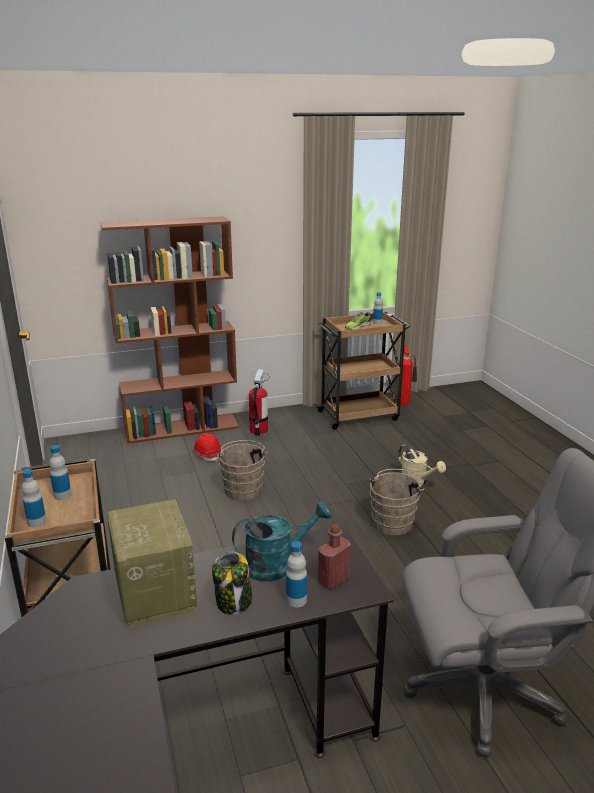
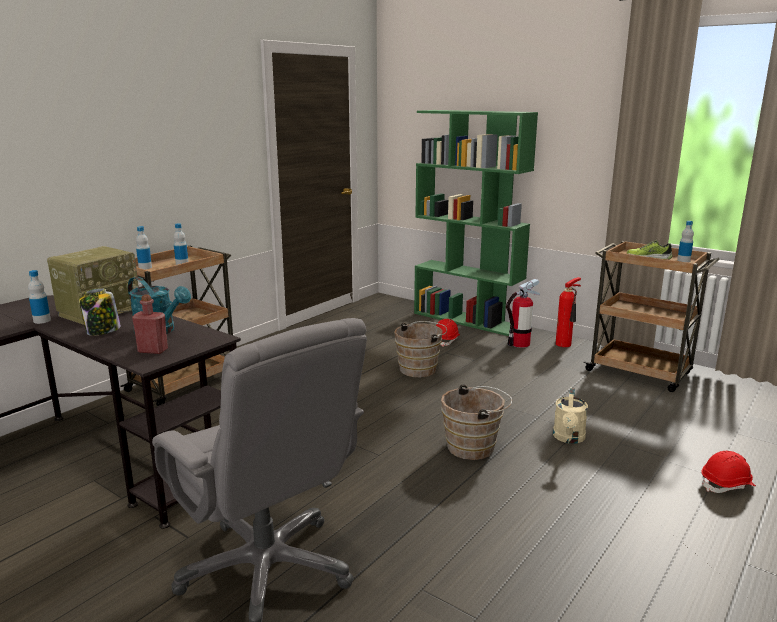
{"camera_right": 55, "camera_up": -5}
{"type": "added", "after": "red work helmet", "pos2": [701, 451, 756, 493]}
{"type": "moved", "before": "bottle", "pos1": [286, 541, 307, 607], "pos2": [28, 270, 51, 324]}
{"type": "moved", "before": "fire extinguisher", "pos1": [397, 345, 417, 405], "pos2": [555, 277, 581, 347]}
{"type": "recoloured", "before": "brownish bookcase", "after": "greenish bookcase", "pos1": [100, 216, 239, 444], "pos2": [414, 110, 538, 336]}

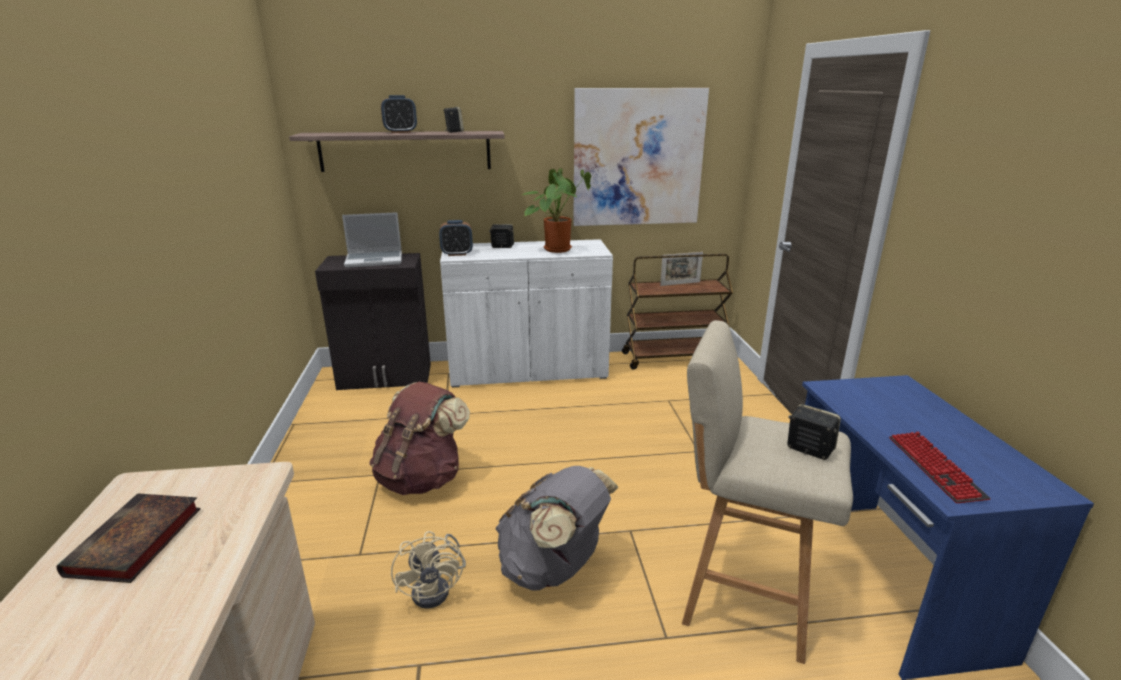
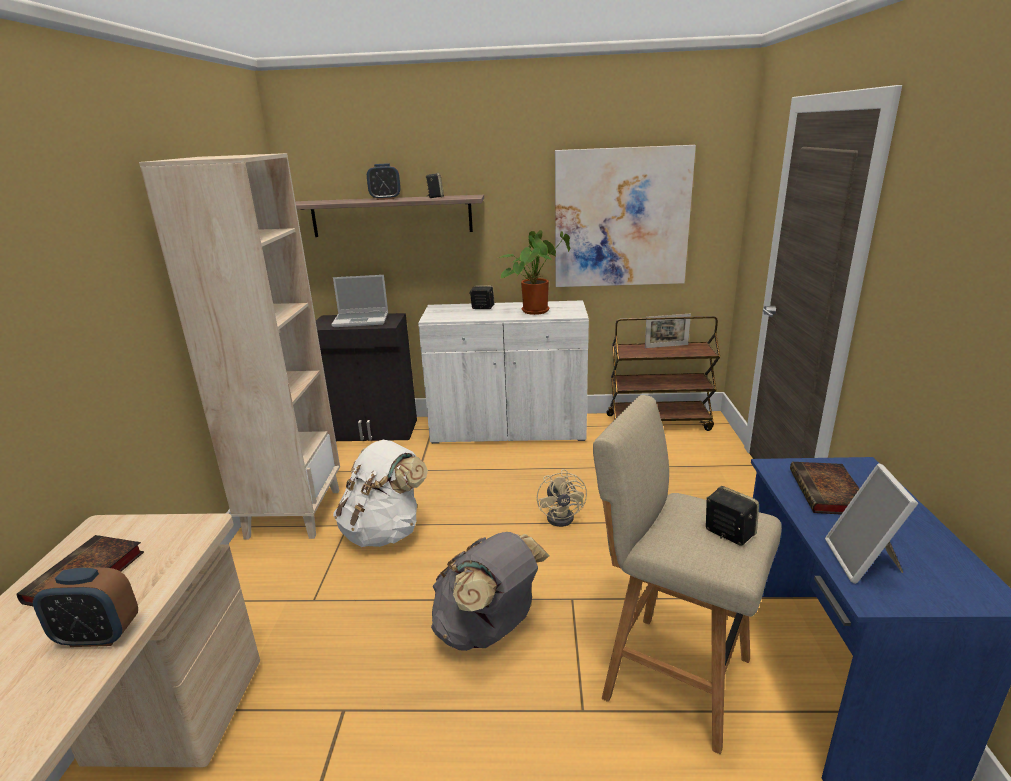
{"camera_right": 10, "camera_up": 0}
{"type": "added", "after": "beige bookcase", "pos2": [139, 153, 340, 540]}
{"type": "added", "after": "bound book", "pos2": [790, 462, 860, 514]}
{"type": "moved", "before": "beige cooling fan", "pos1": [391, 531, 466, 609], "pos2": [537, 469, 587, 527]}
{"type": "moved", "before": "bedside clock", "pos1": [439, 220, 473, 256], "pos2": [33, 567, 138, 647]}
{"type": "replaced", "before": "PC keyboard", "after": "photo frame", "pos1": [889, 432, 991, 503], "pos2": [825, 464, 918, 584]}
{"type": "recoloured", "before": "brownish knapsack", "after": "whitish knapsack", "pos1": [369, 382, 470, 495], "pos2": [333, 440, 428, 547]}

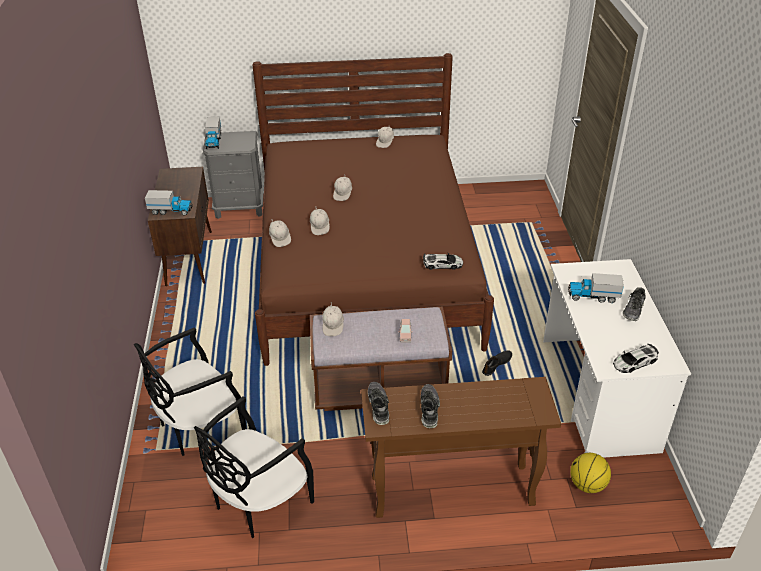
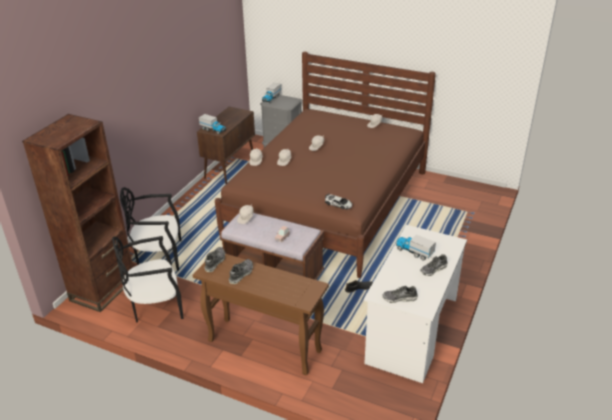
{"camera_right": 30, "camera_up": -5}
{"type": "removed", "before": "ball for basketball", "pos1": [570, 453, 611, 493]}
{"type": "added", "after": "brownish bookcase", "pos2": [22, 114, 133, 312]}
{"type": "replaced", "before": "model car", "after": "item of footwear", "pos1": [613, 344, 659, 373], "pos2": [382, 286, 418, 303]}

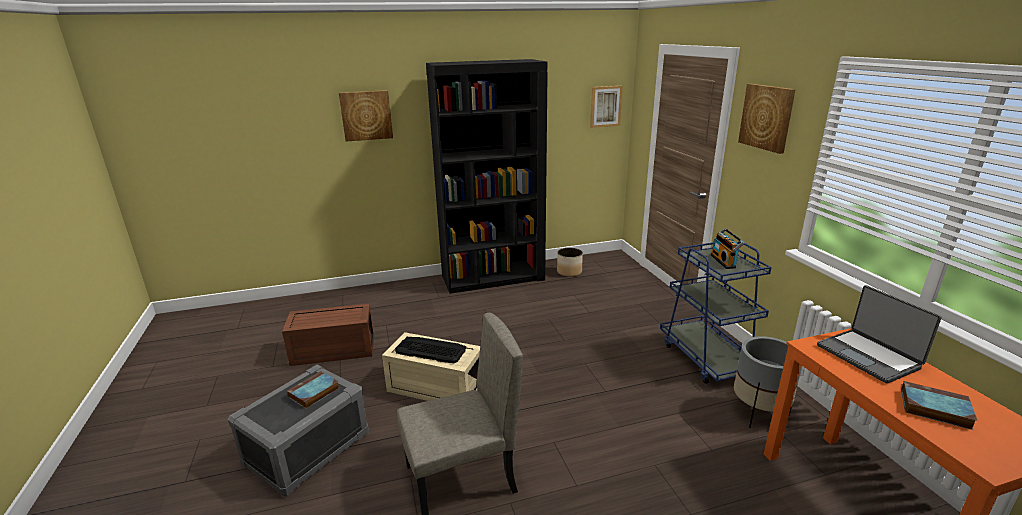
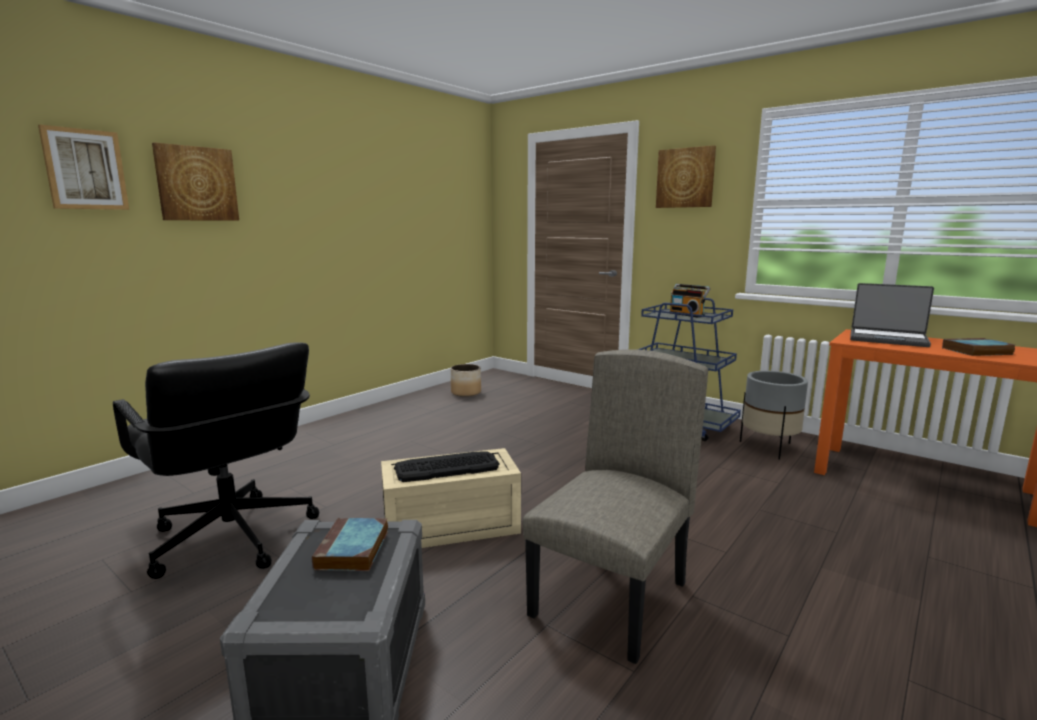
{"camera_right": -35, "camera_up": -10}
{"type": "removed", "before": "black-coloured bookcase", "pos1": [426, 59, 548, 294]}
{"type": "moved", "before": "wall art", "pos1": [590, 86, 623, 128], "pos2": [38, 124, 129, 210]}
{"type": "replaced", "before": "brownish storage container", "after": "black-coloured office chair", "pos1": [282, 303, 374, 366], "pos2": [113, 342, 319, 579]}

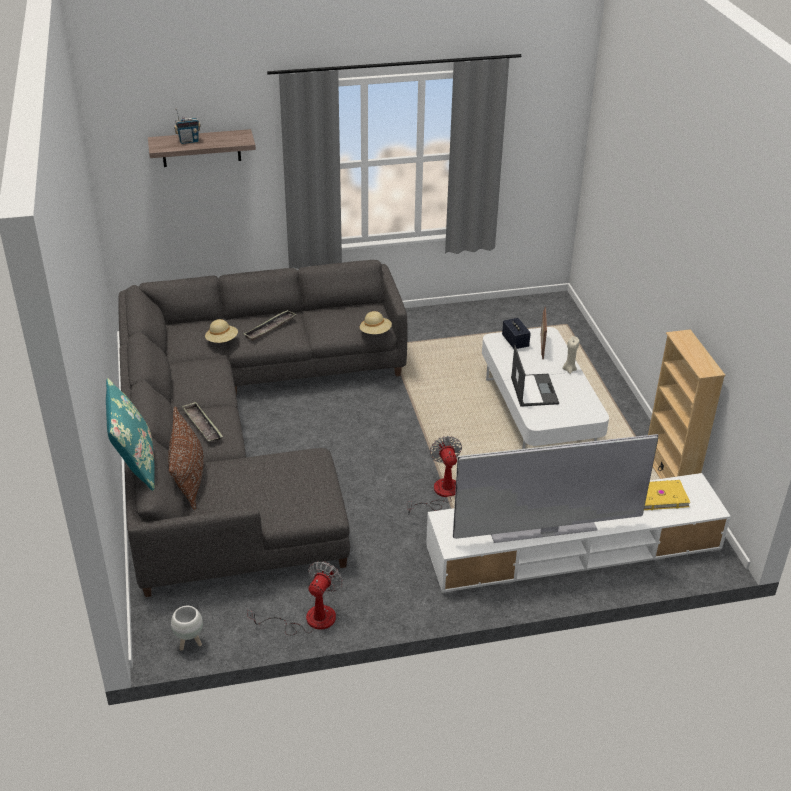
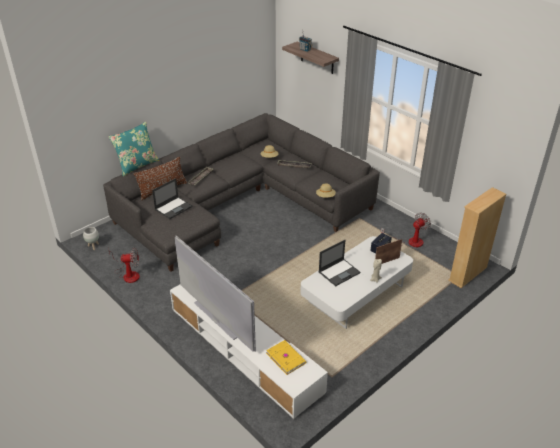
{"camera_right": 60, "camera_up": 0}
{"type": "added", "after": "portable computer", "pos2": [152, 178, 193, 219]}
{"type": "moved", "before": "cooling fan", "pos1": [407, 436, 462, 515], "pos2": [381, 213, 431, 247]}
{"type": "moved", "before": "beige bookcase", "pos1": [648, 329, 725, 479], "pos2": [448, 187, 507, 288]}

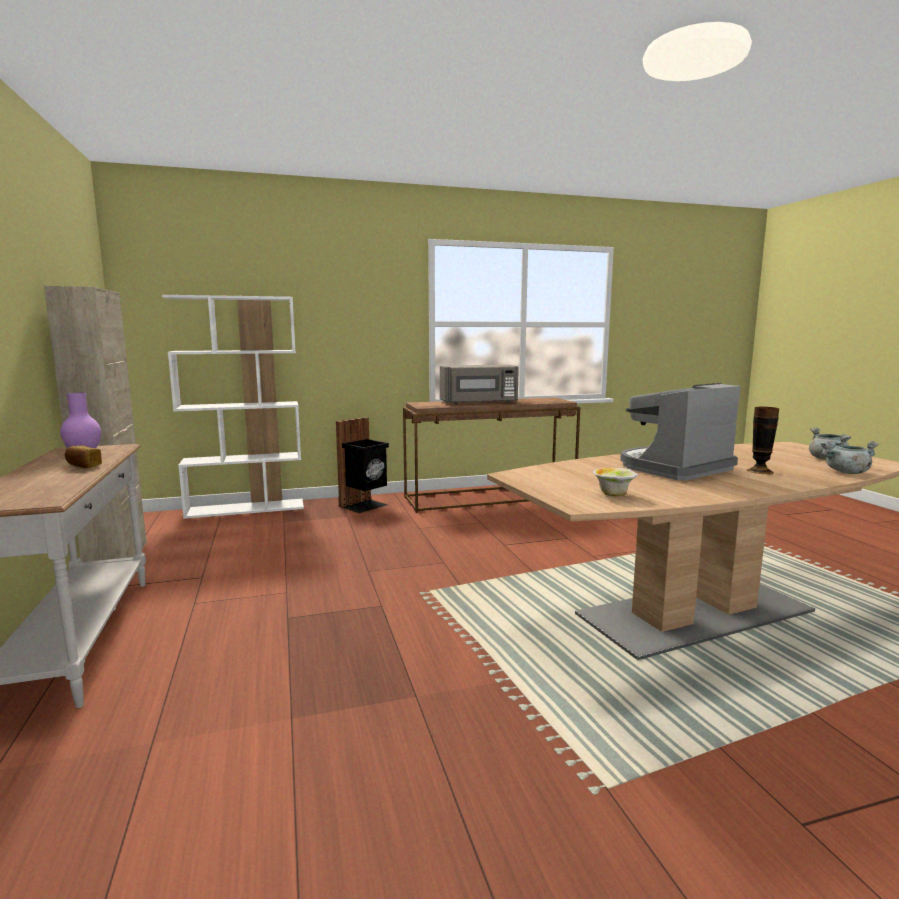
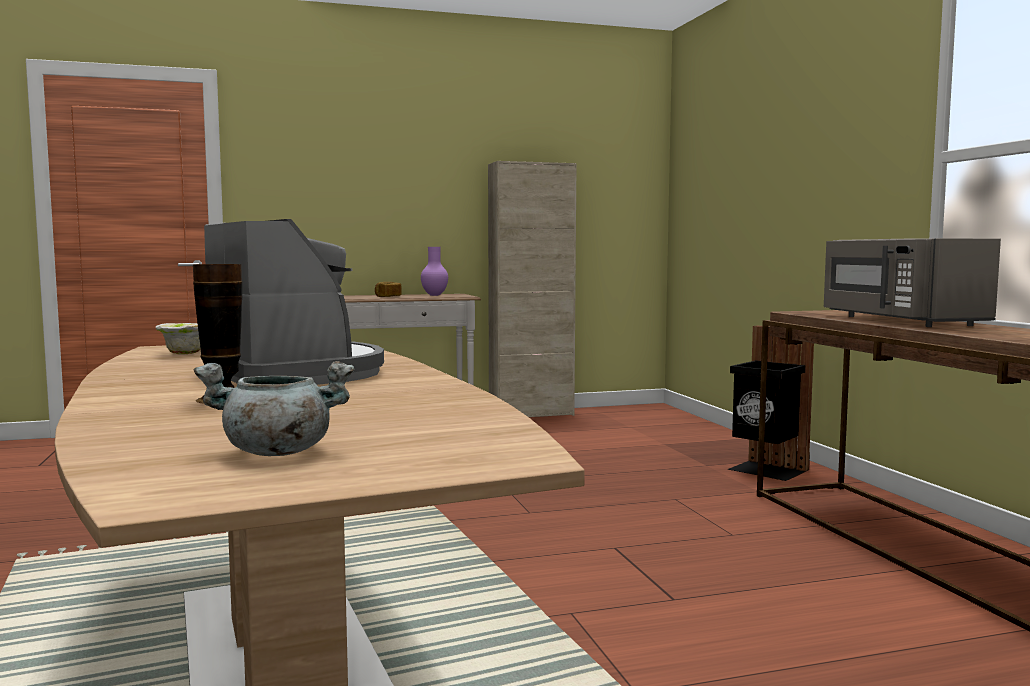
{"camera_right": 90, "camera_up": -5}
{"type": "removed", "before": "whitish bookcase", "pos1": [162, 295, 304, 519]}
{"type": "removed", "before": "grey stockpot", "pos1": [820, 441, 879, 474]}

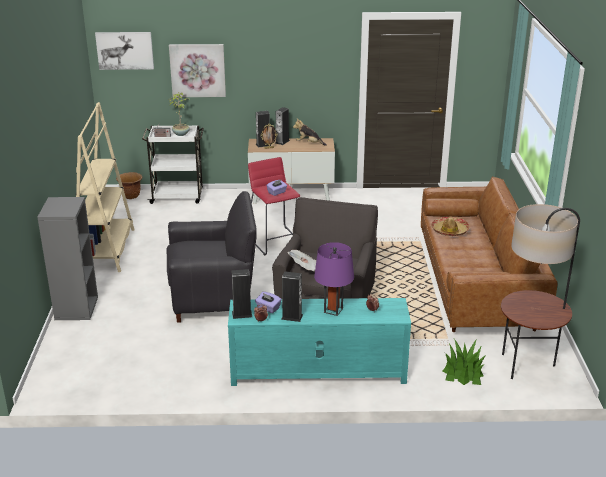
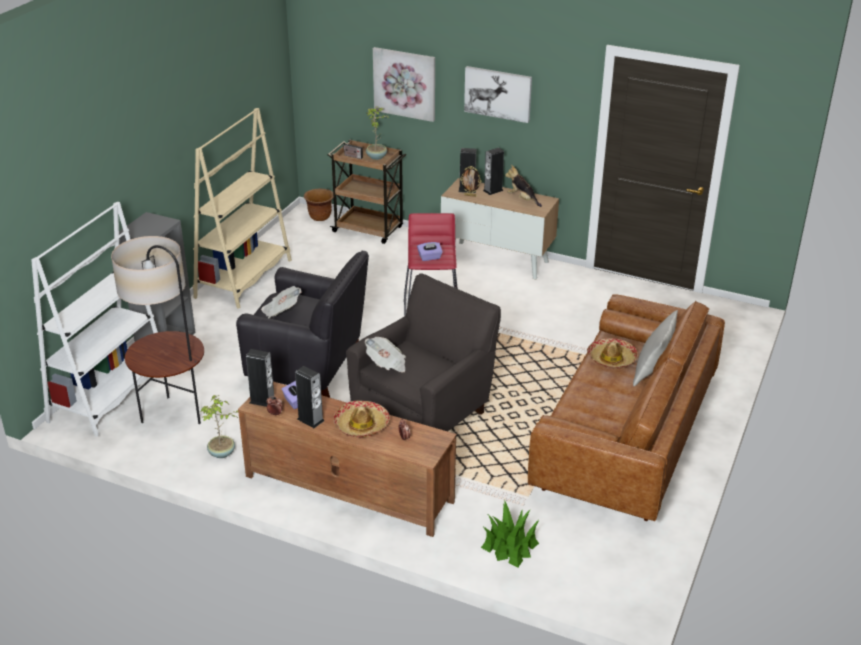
{"camera_right": 25, "camera_up": 5}
{"type": "added", "after": "whitish bookcase", "pos2": [31, 202, 158, 437]}
{"type": "added", "after": "potted plant", "pos2": [201, 395, 239, 458]}
{"type": "added", "after": "daily paper", "pos2": [261, 286, 301, 318]}
{"type": "added", "after": "grey cushion", "pos2": [633, 310, 678, 387]}
{"type": "moved", "before": "wall art", "pos1": [95, 32, 154, 70], "pos2": [464, 66, 532, 123]}
{"type": "moved", "before": "standing lamp", "pos1": [501, 204, 580, 379], "pos2": [111, 236, 204, 424]}
{"type": "replaced", "before": "purple tabletop lamp", "after": "clothing hat", "pos1": [314, 242, 354, 316], "pos2": [333, 400, 390, 438]}
{"type": "recoloured", "before": "whitish cart", "after": "brownish cart", "pos1": [142, 125, 204, 204], "pos2": [328, 139, 406, 244]}
{"type": "recoloured", "before": "blue-green media console", "after": "brownish media console", "pos1": [228, 298, 411, 386], "pos2": [238, 382, 457, 537]}

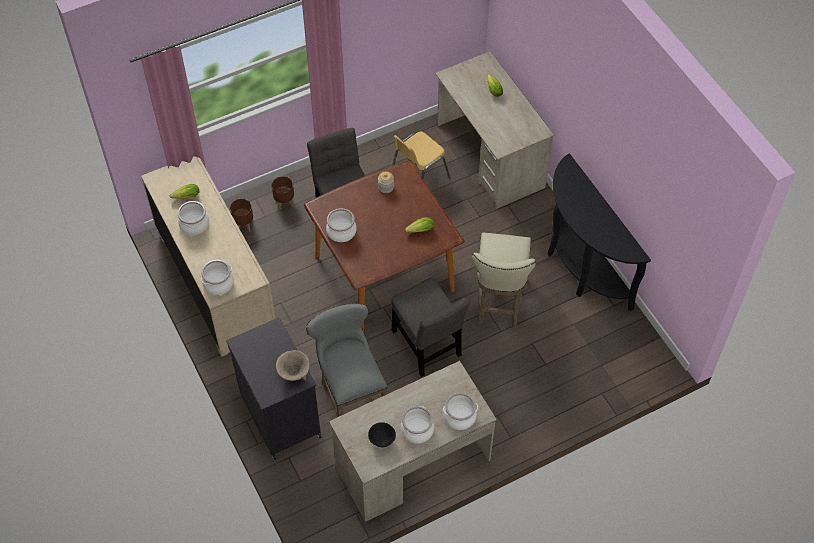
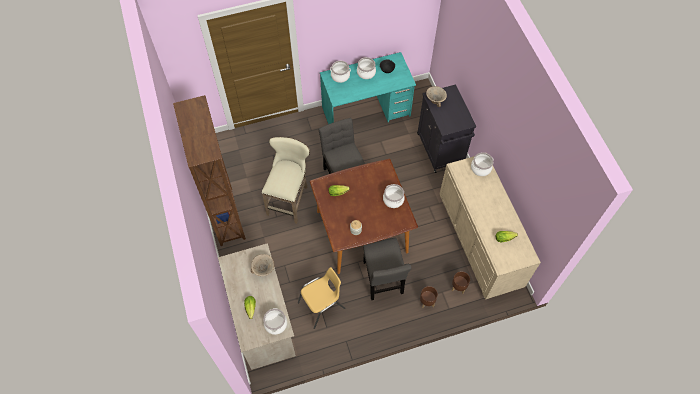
{"camera_right": -170, "camera_up": 5}
{"type": "removed", "before": "grey stool seat", "pos1": [306, 304, 387, 417]}
{"type": "added", "after": "beige serving bowl", "pos2": [251, 254, 274, 276]}
{"type": "moved", "before": "stockpot", "pos1": [178, 201, 209, 235], "pos2": [263, 308, 287, 335]}
{"type": "replaced", "before": "black-coloured console table", "after": "brownish bookcase", "pos1": [548, 153, 651, 311], "pos2": [173, 95, 246, 246]}
{"type": "recoloured", "before": "beige desk", "after": "blue-green desk", "pos1": [329, 361, 497, 522], "pos2": [320, 52, 416, 124]}

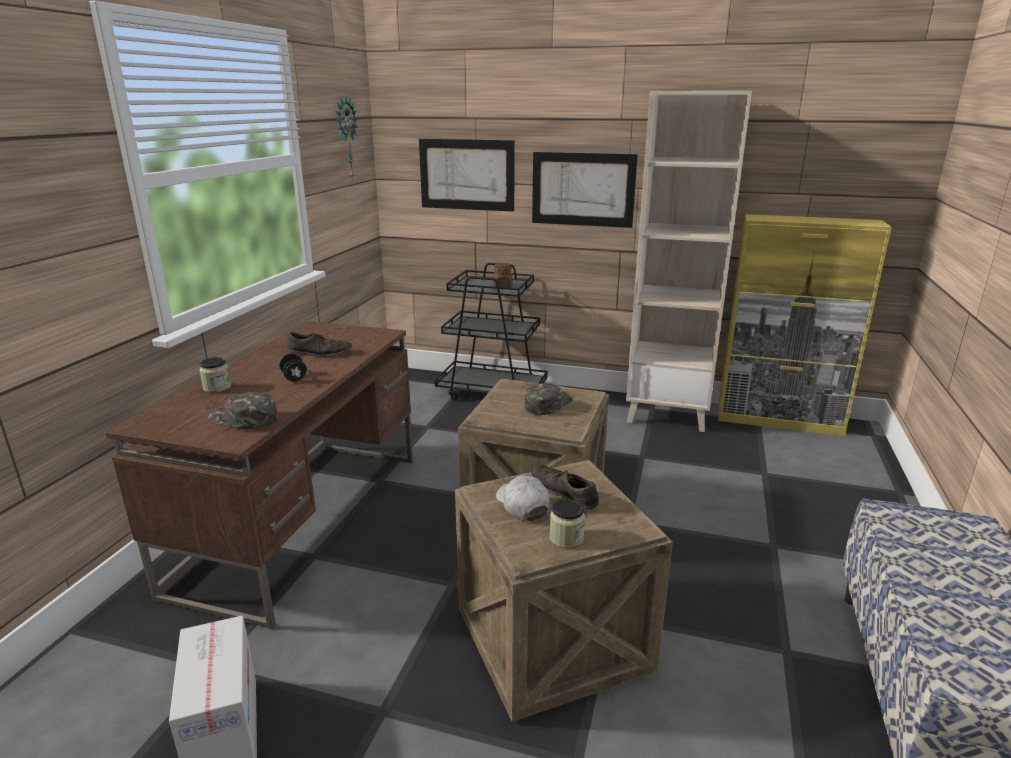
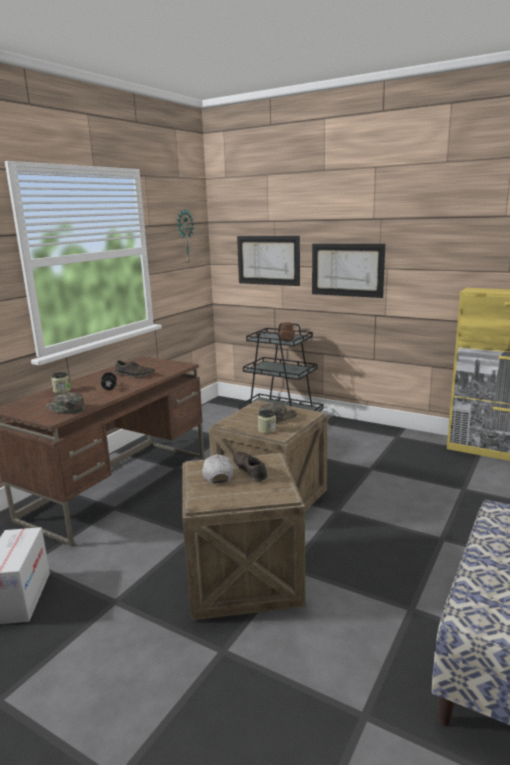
{"camera_right": 15, "camera_up": -5}
{"type": "removed", "before": "beige bookcase", "pos1": [626, 91, 752, 432]}
{"type": "moved", "before": "preserve jar", "pos1": [550, 499, 585, 548], "pos2": [258, 410, 276, 434]}

